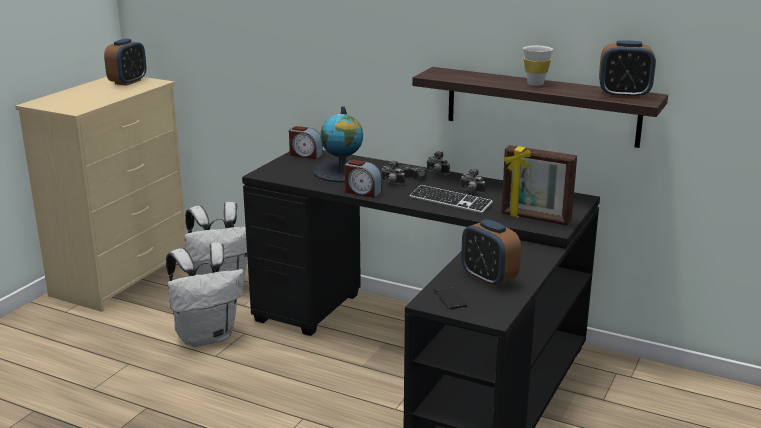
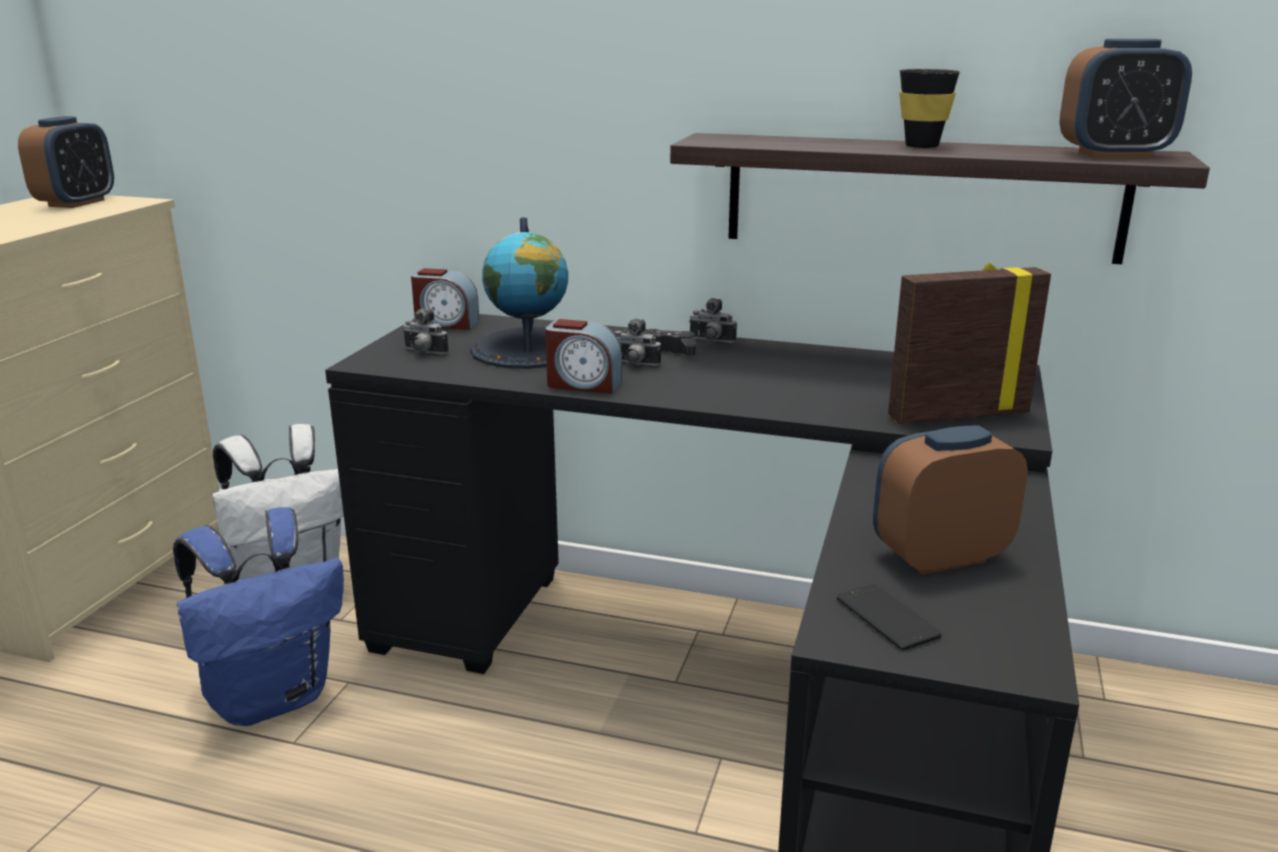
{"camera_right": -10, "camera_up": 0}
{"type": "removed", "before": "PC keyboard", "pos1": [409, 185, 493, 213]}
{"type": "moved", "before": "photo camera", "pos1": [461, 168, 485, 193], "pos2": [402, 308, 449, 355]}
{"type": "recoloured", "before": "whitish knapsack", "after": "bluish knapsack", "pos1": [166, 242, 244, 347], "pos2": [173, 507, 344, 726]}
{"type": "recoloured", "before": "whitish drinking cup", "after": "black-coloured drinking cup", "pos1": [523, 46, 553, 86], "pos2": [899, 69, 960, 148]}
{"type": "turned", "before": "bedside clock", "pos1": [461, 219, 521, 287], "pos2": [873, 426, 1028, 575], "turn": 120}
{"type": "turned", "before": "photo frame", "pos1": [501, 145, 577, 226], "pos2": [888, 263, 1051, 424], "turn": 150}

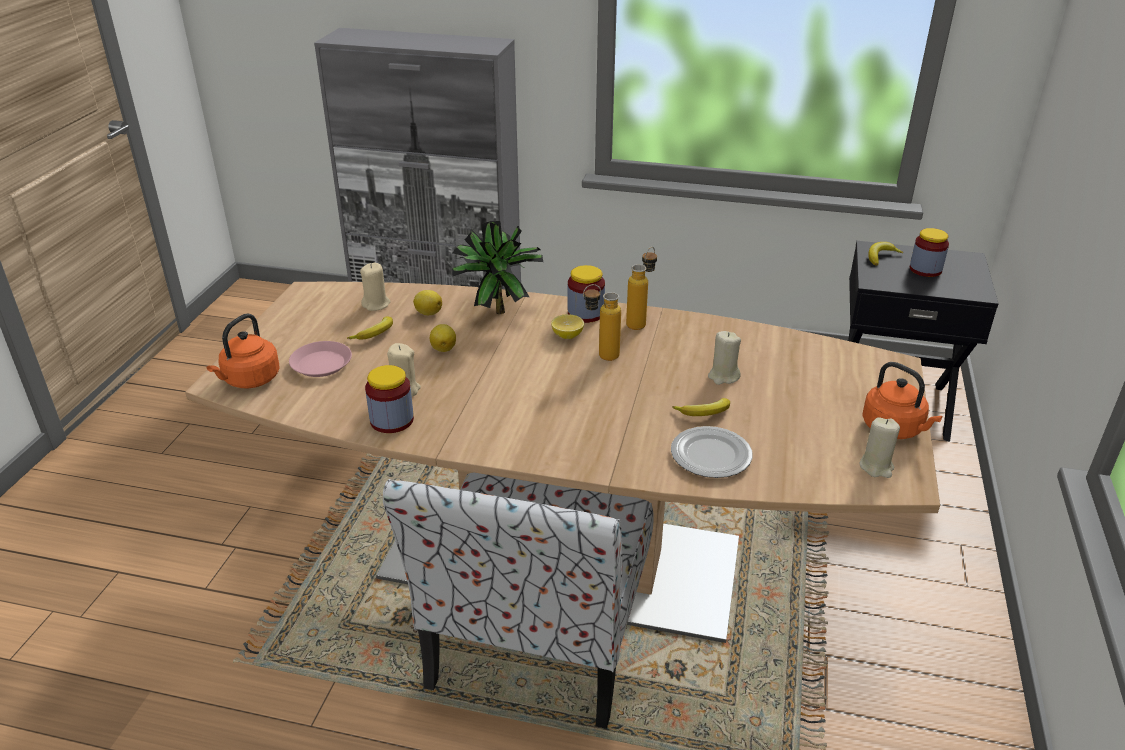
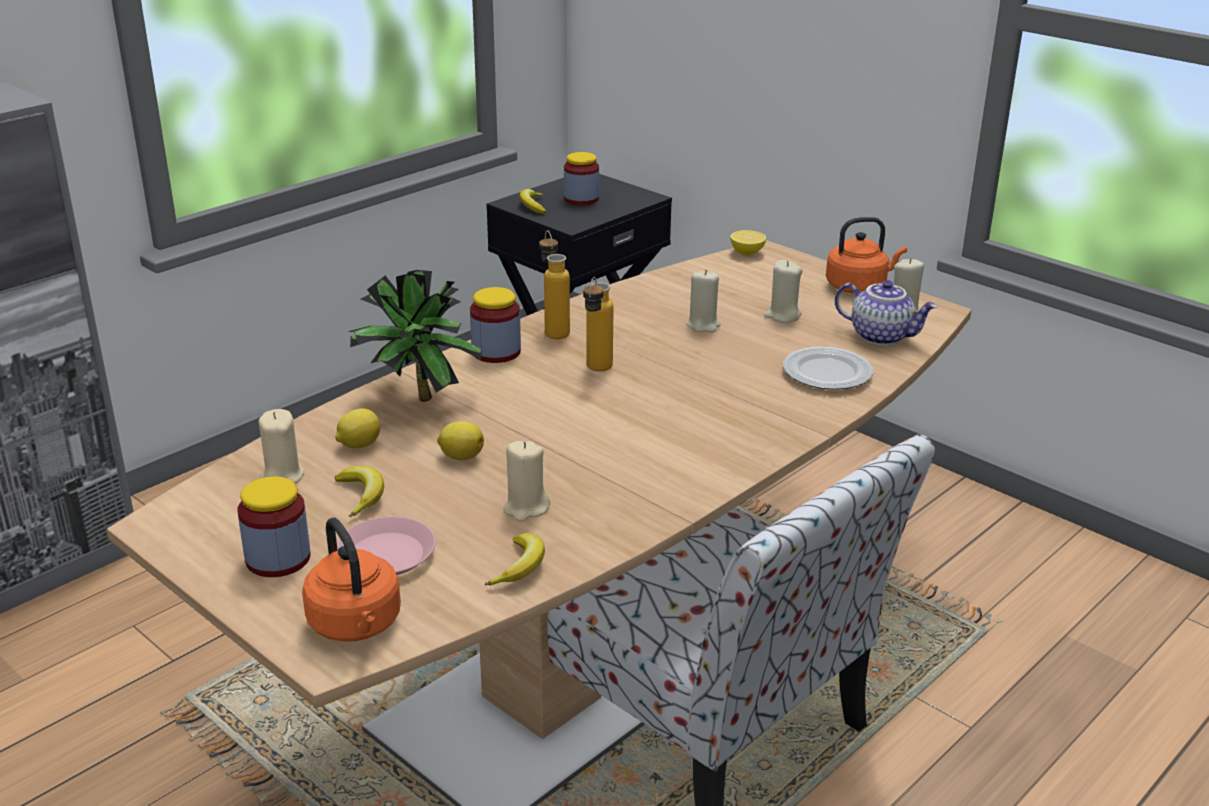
{"camera_right": -60, "camera_up": -5}
{"type": "added", "after": "beige wax light", "pos2": [764, 260, 802, 322]}
{"type": "added", "after": "pot for tea", "pos2": [835, 280, 937, 345]}
{"type": "moved", "before": "preserve jar", "pos1": [365, 365, 414, 433], "pos2": [237, 476, 310, 577]}
{"type": "moved", "before": "citrus fruit", "pos1": [551, 314, 584, 339], "pos2": [730, 230, 766, 255]}
{"type": "moved", "before": "banana fruit", "pos1": [672, 398, 730, 416], "pos2": [485, 533, 545, 585]}

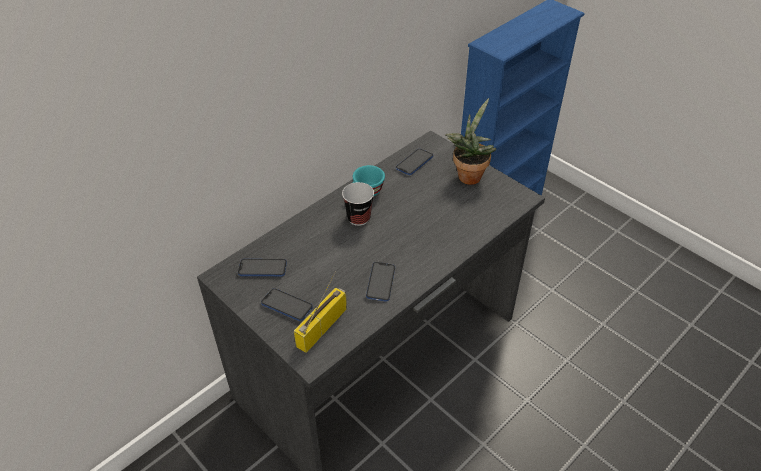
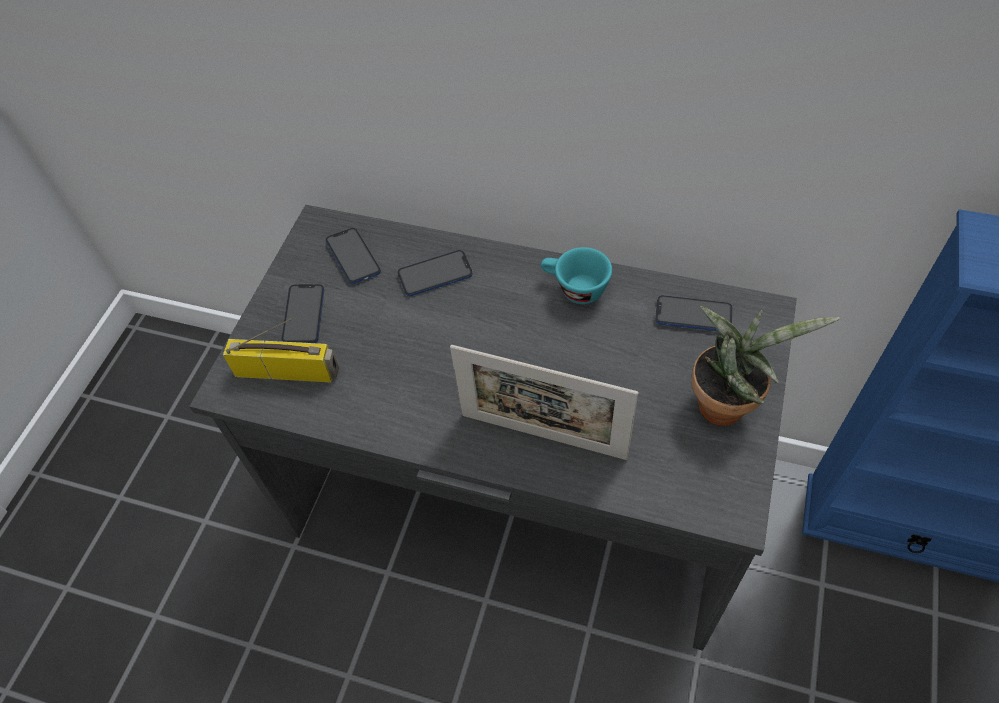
{"camera_right": 65, "camera_up": 10}
{"type": "removed", "before": "drinking cup", "pos1": [342, 182, 374, 226]}
{"type": "added", "after": "photo frame", "pos2": [450, 345, 638, 460]}
{"type": "moved", "before": "handset", "pos1": [366, 262, 395, 302], "pos2": [397, 250, 473, 297]}

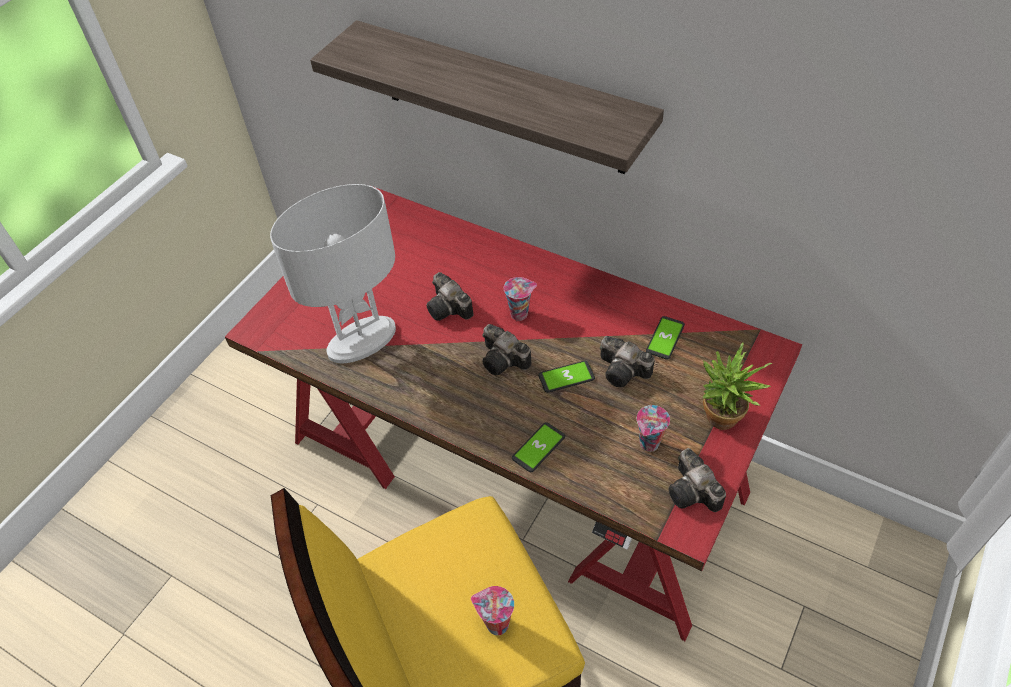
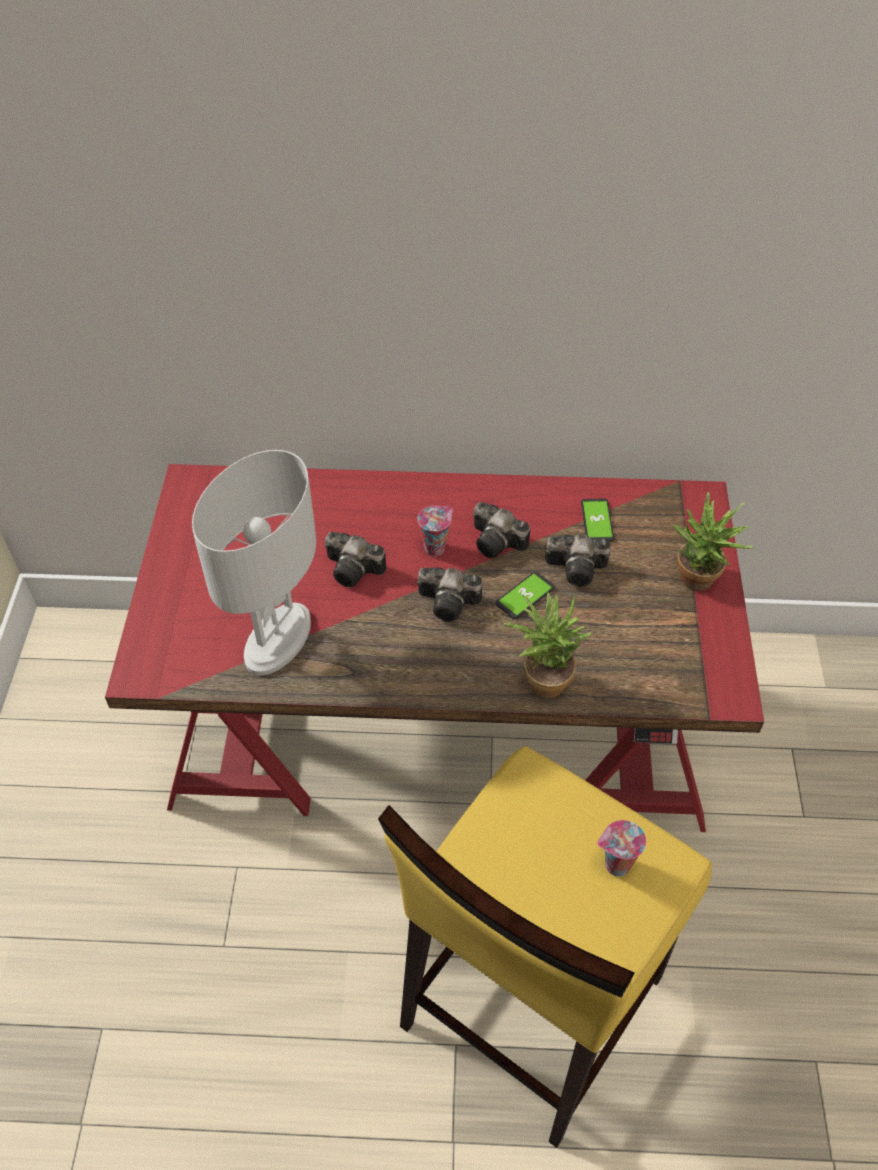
{"camera_right": -30, "camera_up": 0}
{"type": "removed", "before": "bracket shelf", "pos1": [310, 20, 664, 174]}
{"type": "removed", "before": "drinking cup", "pos1": [637, 405, 670, 452]}
{"type": "moved", "before": "photo camera", "pos1": [669, 448, 726, 512], "pos2": [473, 502, 530, 558]}
{"type": "replaced", "before": "handset", "after": "potted plant", "pos1": [512, 422, 565, 472], "pos2": [503, 593, 592, 698]}

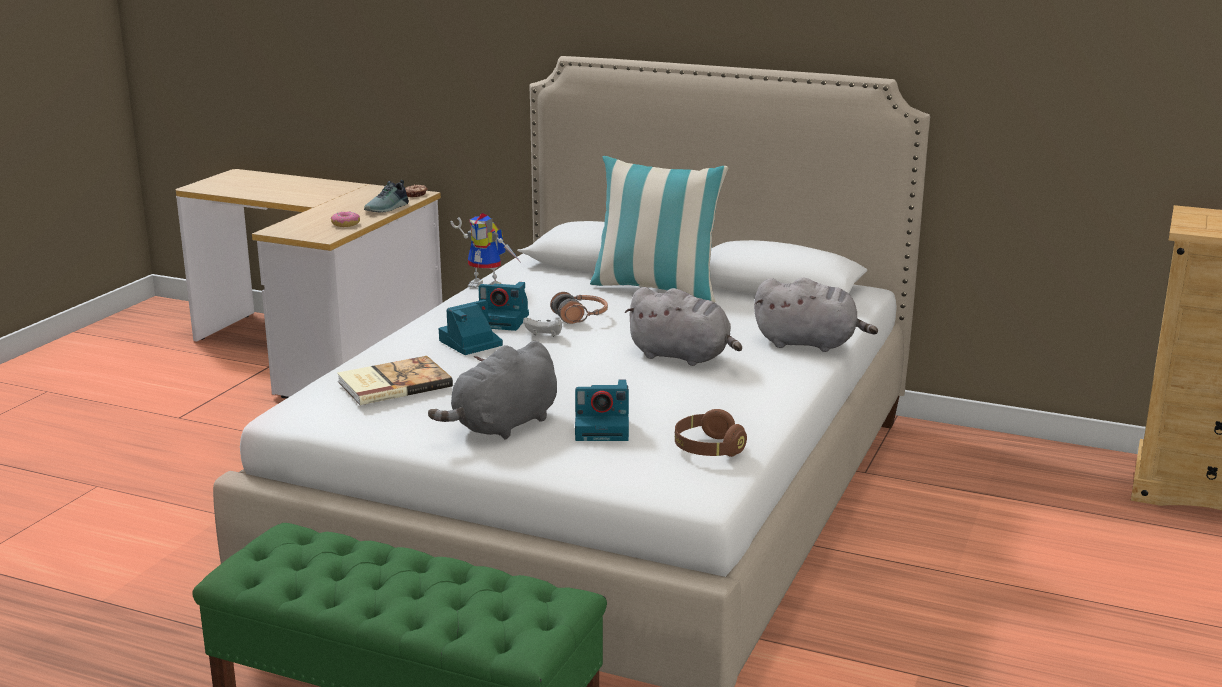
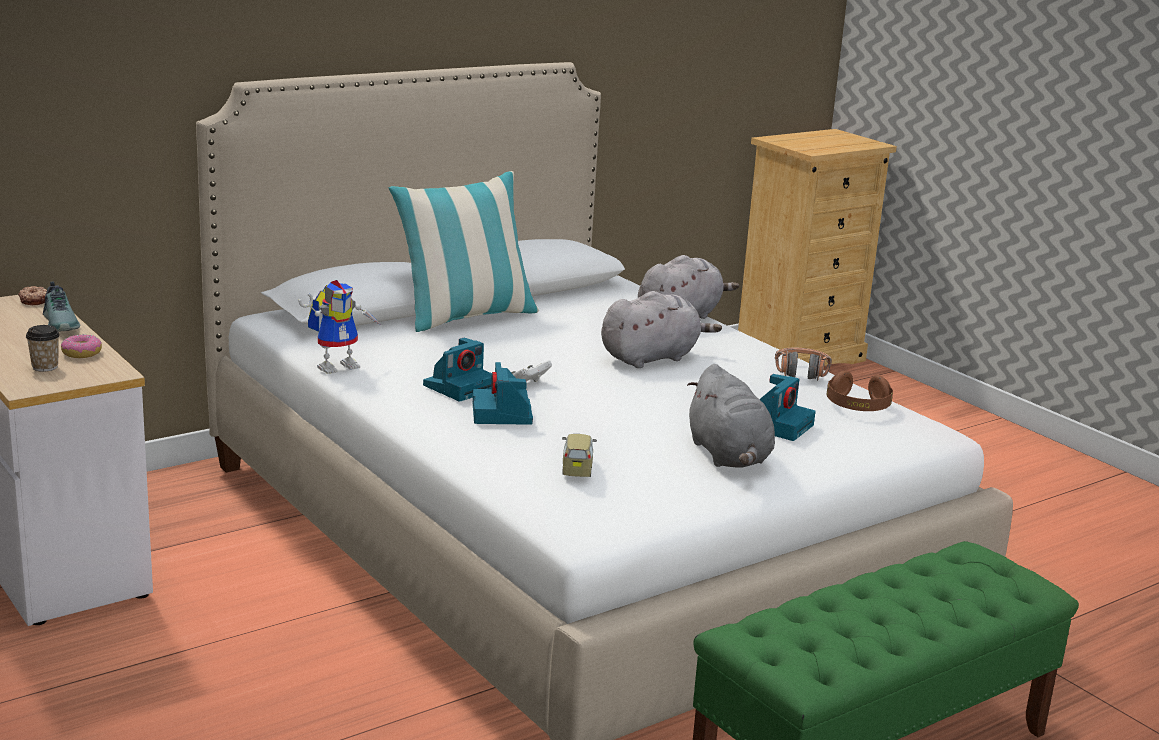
{"camera_right": -60, "camera_up": 0}
{"type": "added", "after": "drinking cup", "pos2": [26, 325, 60, 372]}
{"type": "moved", "before": "headset", "pos1": [550, 292, 608, 324], "pos2": [775, 347, 832, 381]}
{"type": "replaced", "before": "bound book", "after": "model car", "pos1": [337, 356, 453, 405], "pos2": [562, 434, 597, 477]}

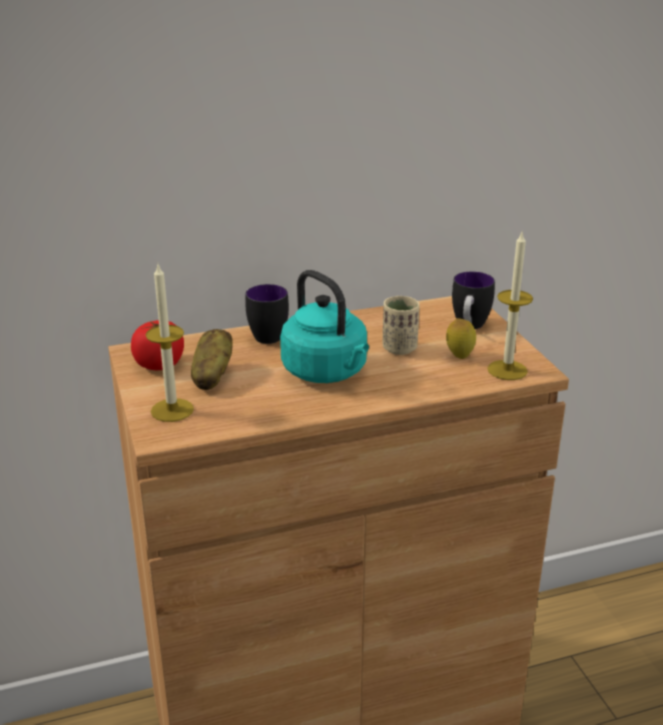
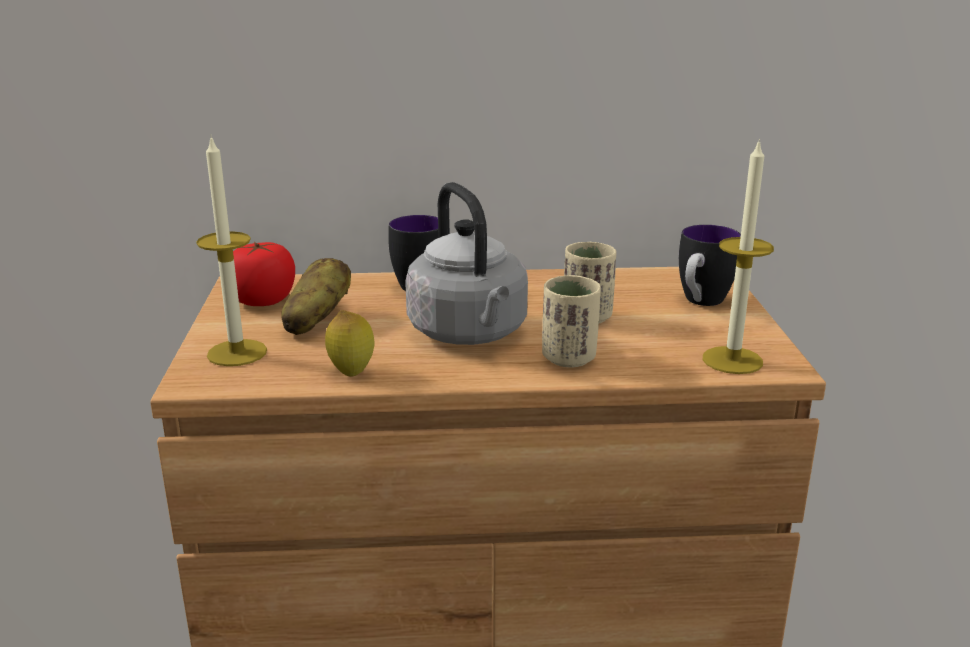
{"camera_right": 15, "camera_up": -5}
{"type": "added", "after": "beige drinking cup", "pos2": [542, 275, 601, 367]}
{"type": "moved", "before": "citrus fruit", "pos1": [446, 318, 476, 359], "pos2": [325, 310, 374, 377]}
{"type": "recoloured", "before": "blue-green kettle", "after": "grey kettle", "pos1": [280, 270, 369, 383], "pos2": [405, 182, 528, 345]}

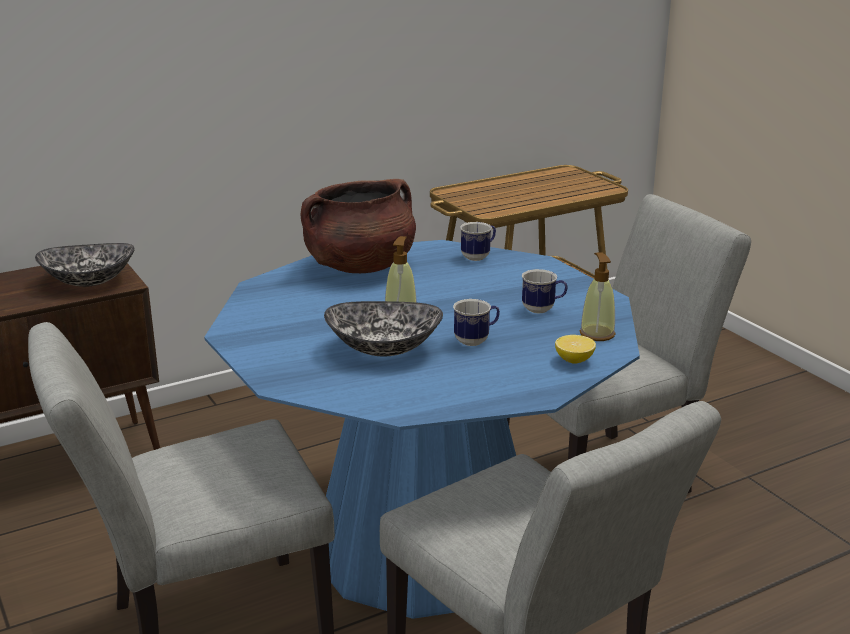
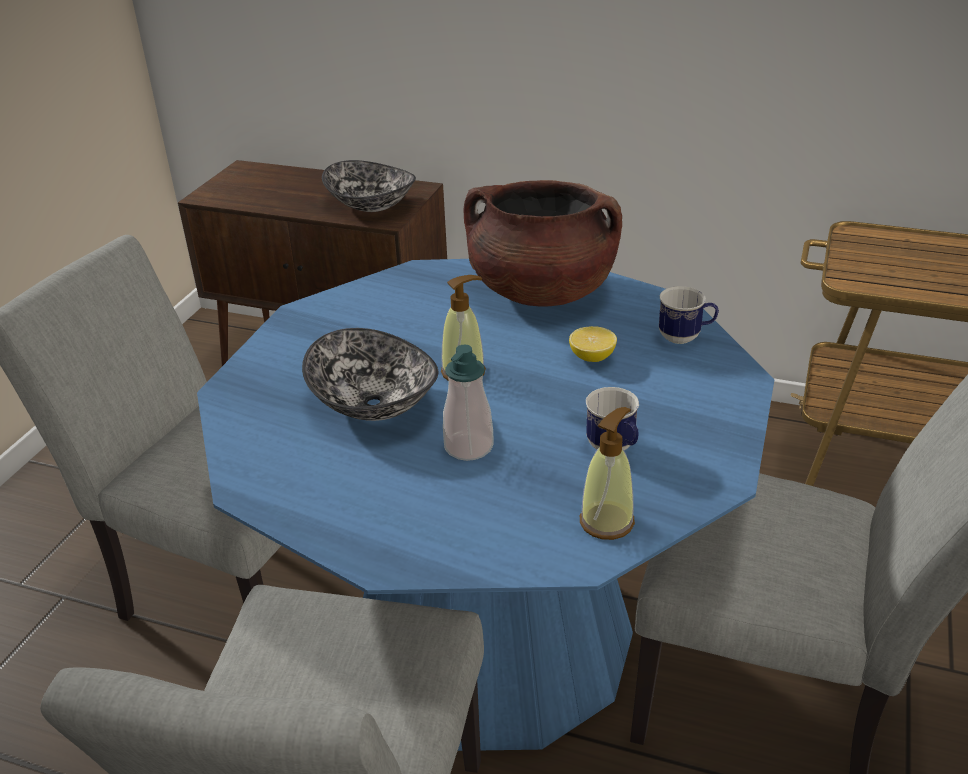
{"camera_right": 50, "camera_up": 10}
{"type": "moved", "before": "citrus fruit", "pos1": [555, 335, 596, 364], "pos2": [569, 326, 617, 362]}
{"type": "replaced", "before": "mug", "after": "soap bottle", "pos1": [453, 299, 500, 346], "pos2": [443, 345, 494, 461]}

